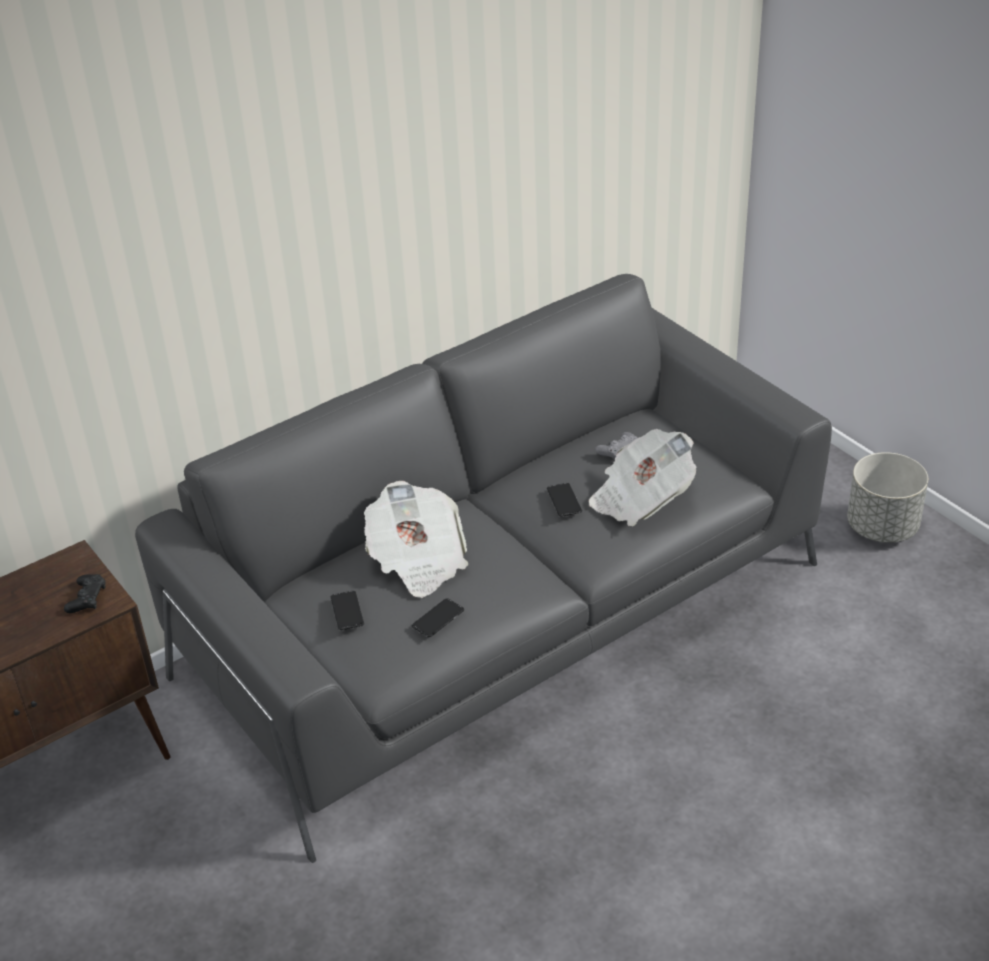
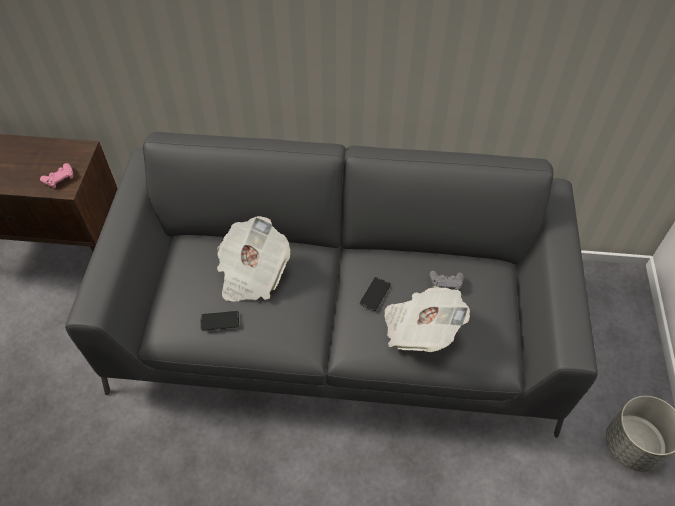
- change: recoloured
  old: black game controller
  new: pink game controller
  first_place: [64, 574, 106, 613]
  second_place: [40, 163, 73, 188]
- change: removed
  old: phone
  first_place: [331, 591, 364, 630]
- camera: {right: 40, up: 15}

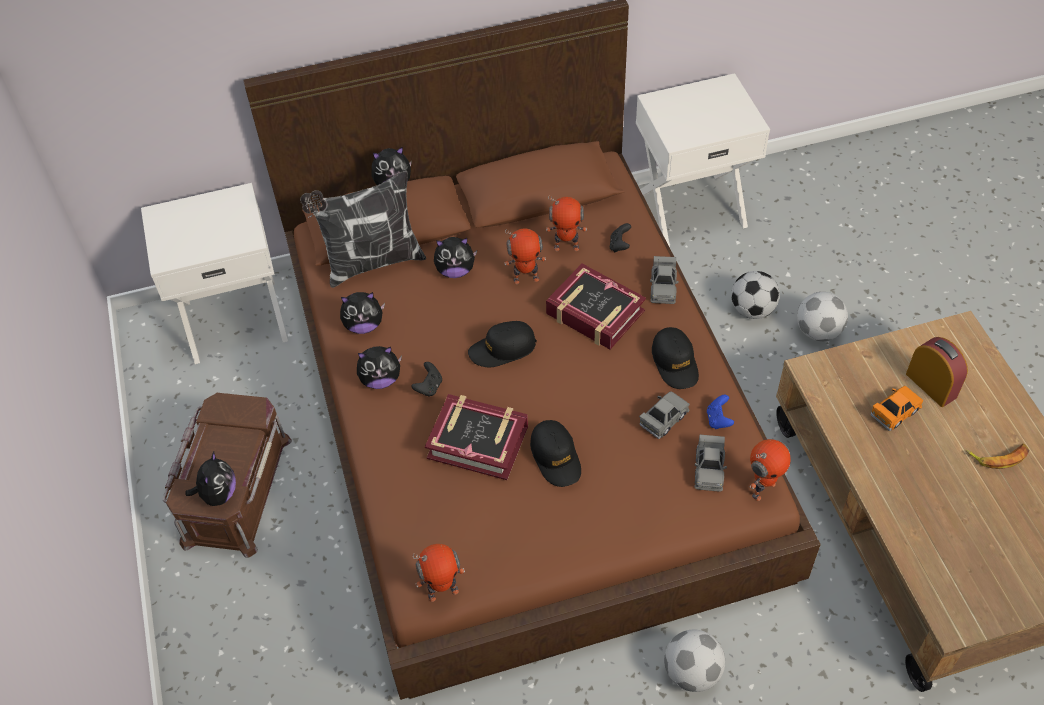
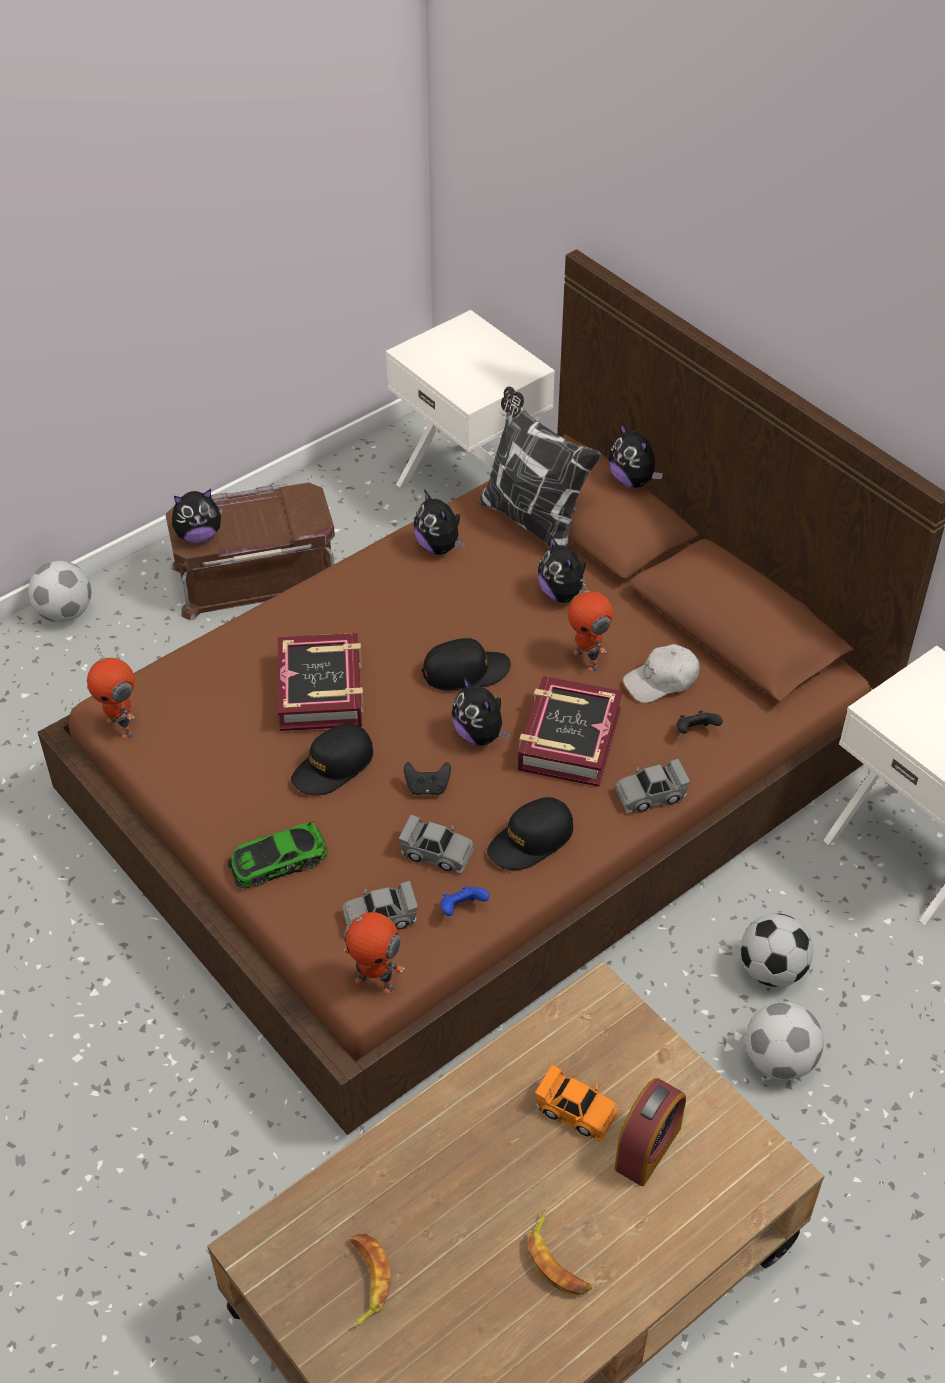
- change: moved
  old: football
  first_place: [664, 630, 725, 692]
  second_place: [28, 561, 91, 622]
- change: added
  new: toy car
  second_place: [228, 822, 328, 888]
- change: added
  new: banana
  second_place: [350, 1233, 390, 1329]
- change: moved
  old: black game controller
  first_place: [411, 362, 442, 397]
  second_place: [404, 762, 451, 795]
- change: turned
  old: black cap
  first_place: [468, 321, 537, 367]
  second_place: [422, 638, 511, 690]
  degrees: 120
- change: moved
  old: plush toy
  first_place: [357, 346, 402, 389]
  second_place: [452, 676, 510, 746]
- change: replaced
  old: toy robot
  new: white cap
  first_place: [546, 195, 587, 251]
  second_place: [623, 644, 700, 703]
- camera: {right: 65, up: -5}

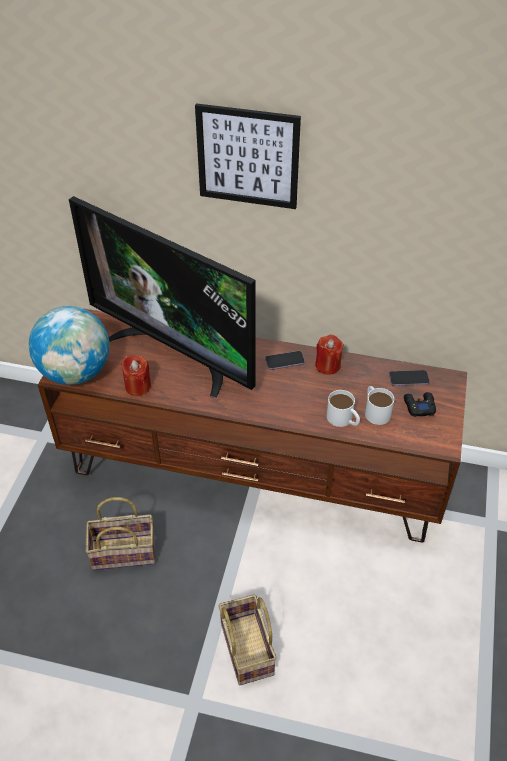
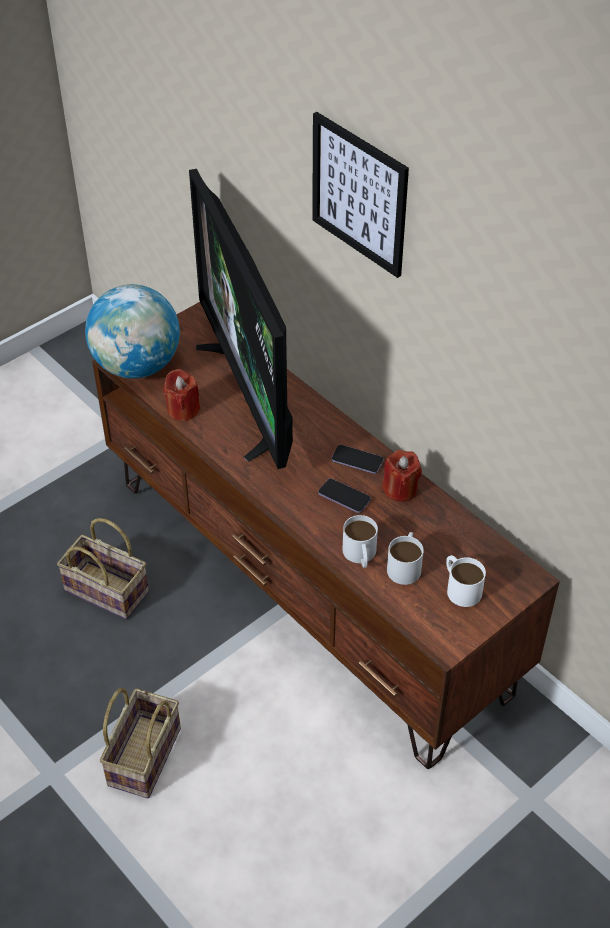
- change: moved
  old: phone
  first_place: [389, 370, 430, 386]
  second_place: [318, 478, 371, 513]
- change: replaced
  old: black game controller
  new: white mug
  first_place: [404, 392, 436, 417]
  second_place: [446, 555, 486, 607]
- camera: {right: 35, up: 0}

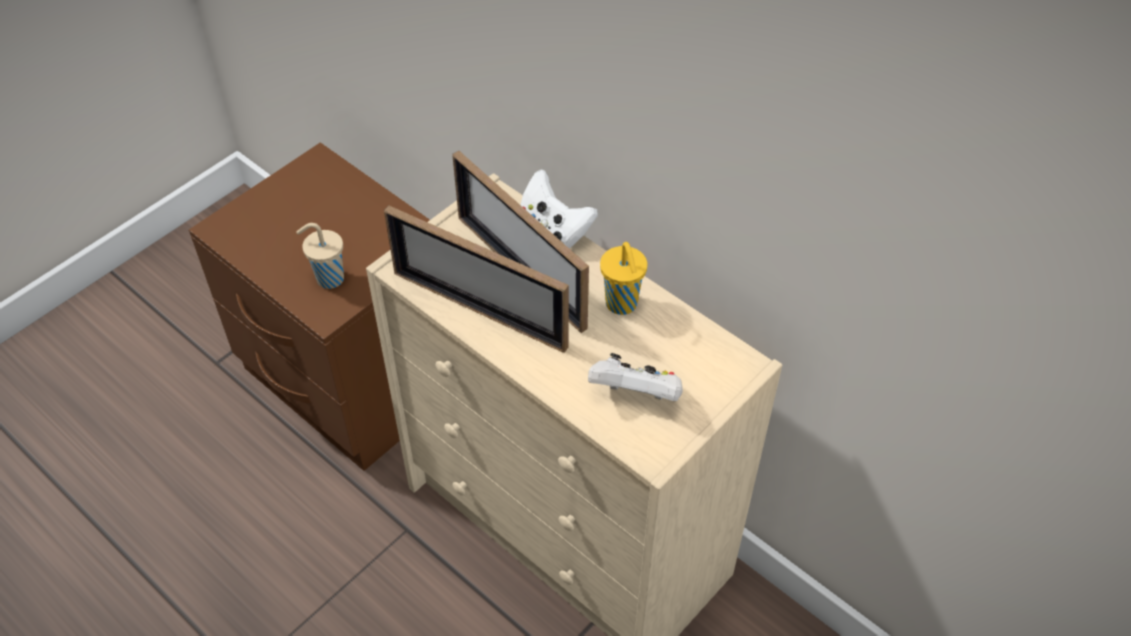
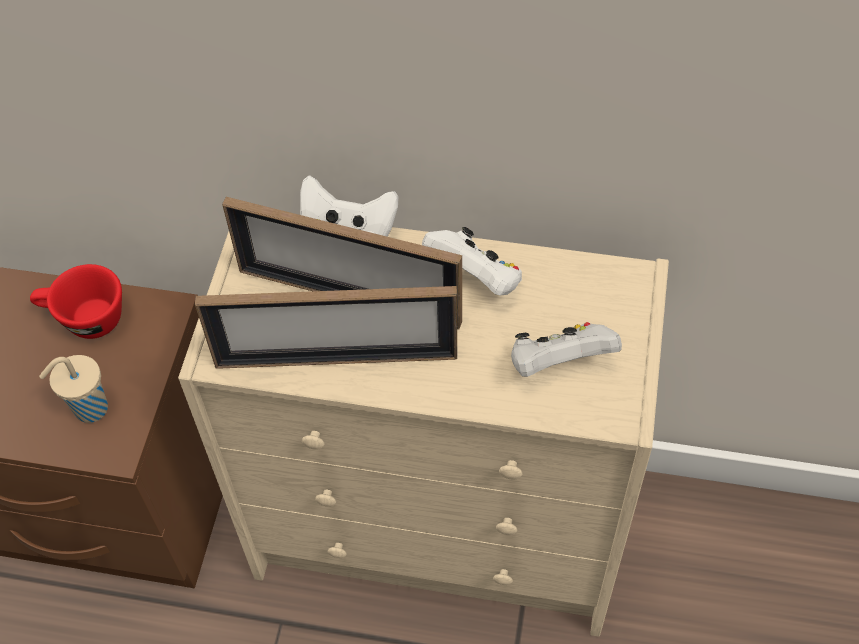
- change: added
  new: red cup
  second_place: [30, 264, 122, 339]
- change: replaced
  old: yellow cup
  new: white game controller
  first_place: [600, 242, 647, 315]
  second_place: [422, 227, 522, 295]
- camera: {right: -30, up: 5}

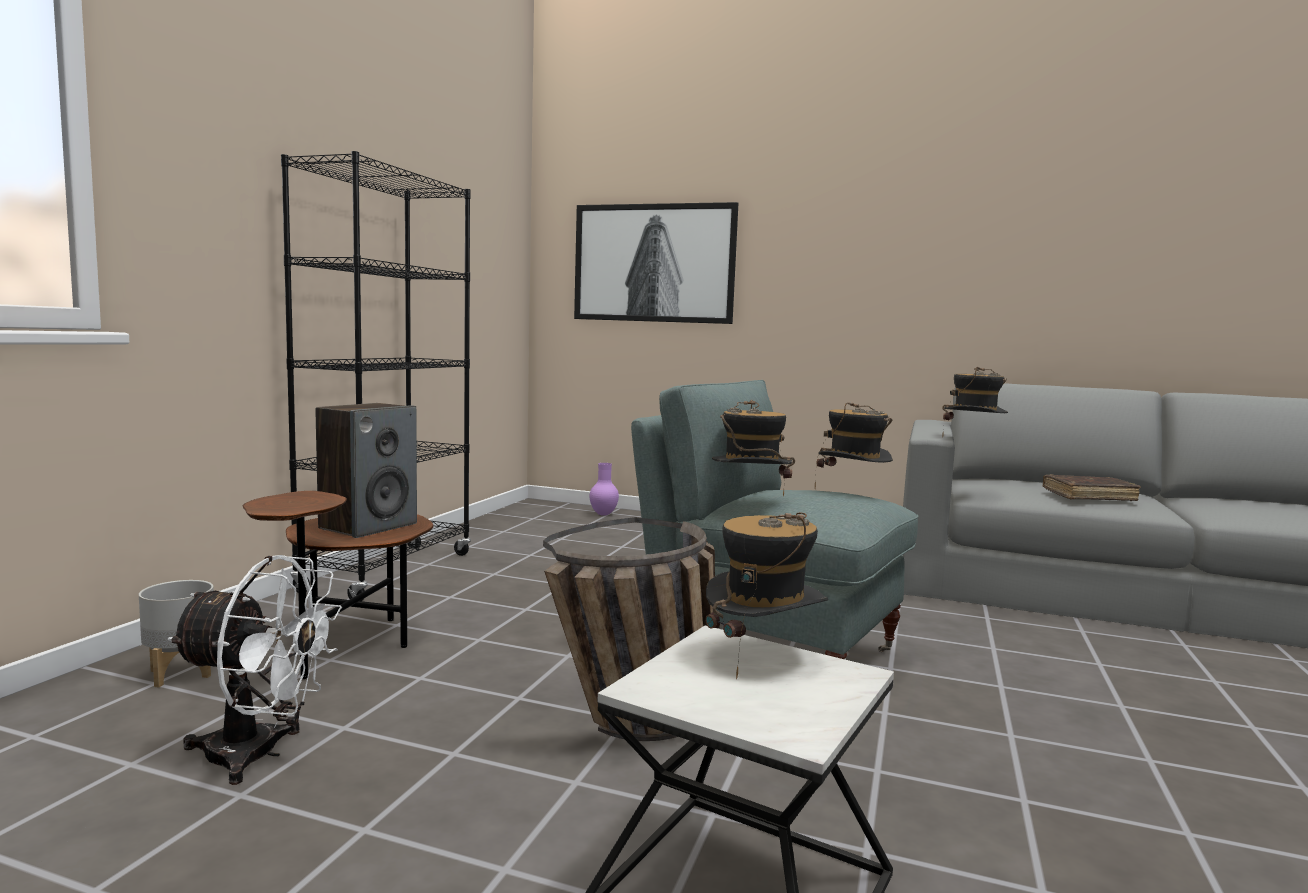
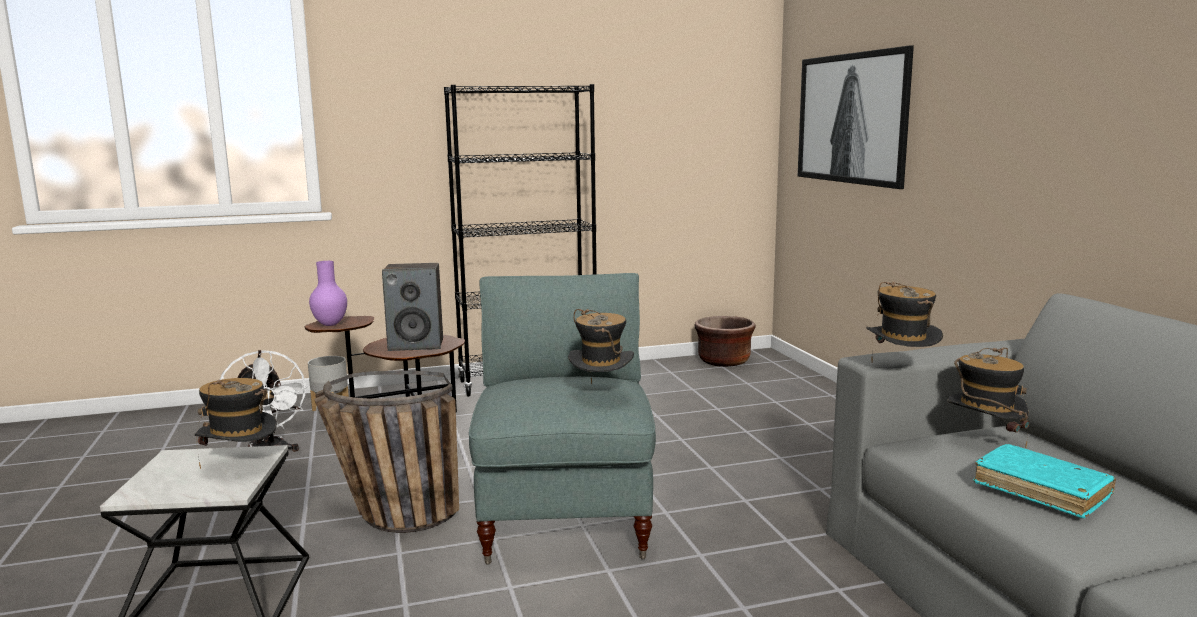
- change: moved
  old: purple vase
  first_place: [589, 463, 619, 516]
  second_place: [309, 261, 347, 326]
- change: added
  new: brown planter
  second_place: [695, 316, 756, 367]
- change: moved
  old: hat
  first_place: [712, 400, 795, 497]
  second_place: [947, 348, 1029, 449]
- change: recoloured
  old: brown book
  new: turquoise book
  first_place: [1043, 474, 1141, 501]
  second_place: [973, 444, 1116, 518]
- camera: {right: 55, up: 5}

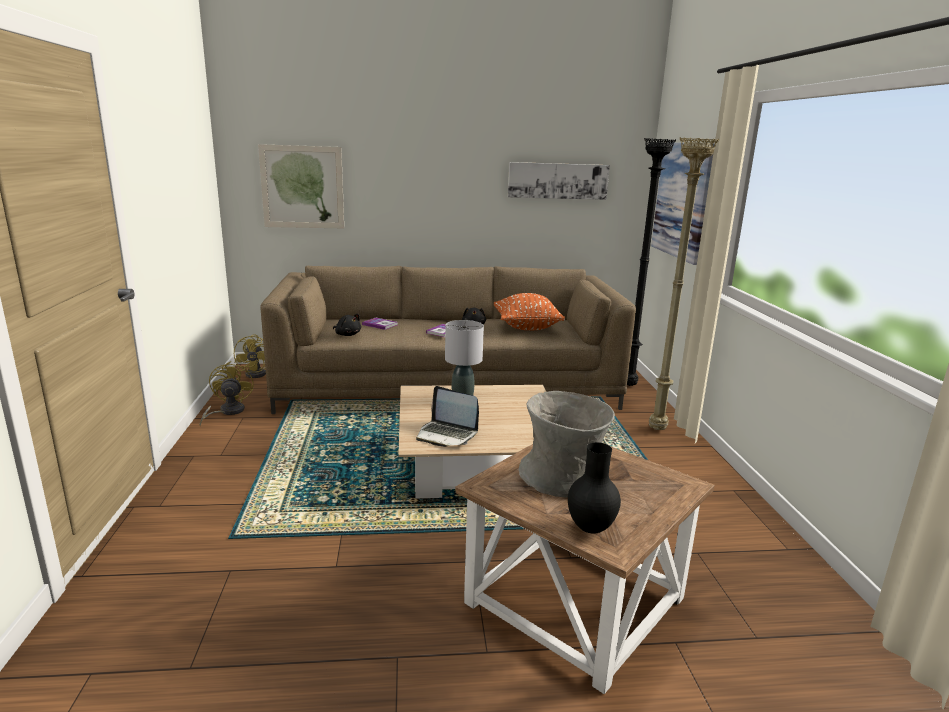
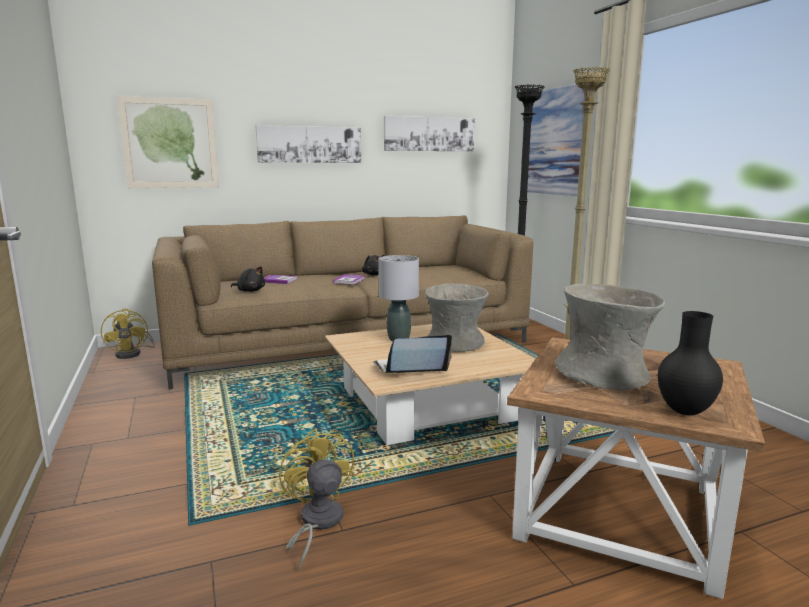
- change: added
  new: picture
  second_place: [255, 125, 361, 163]
- change: moved
  old: yellow fan
  first_place: [199, 361, 254, 427]
  second_place: [279, 428, 354, 570]
- change: turned
  old: laptop
  first_place: [416, 386, 479, 447]
  second_place: [373, 335, 452, 373]
  degrees: 150
- change: added
  new: grey vase
  second_place: [426, 283, 489, 352]
- change: removed
  old: orange pillow
  first_place: [494, 293, 565, 330]
- camera: {right: -15, up: -5}

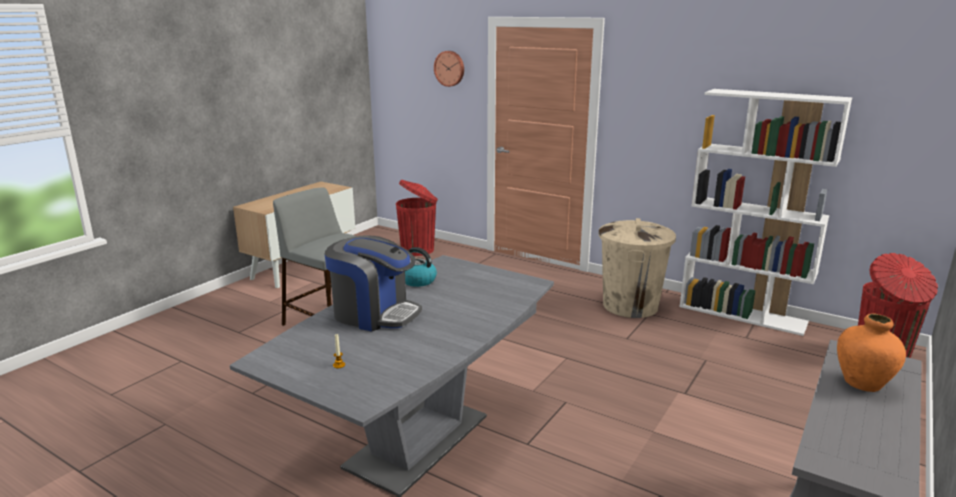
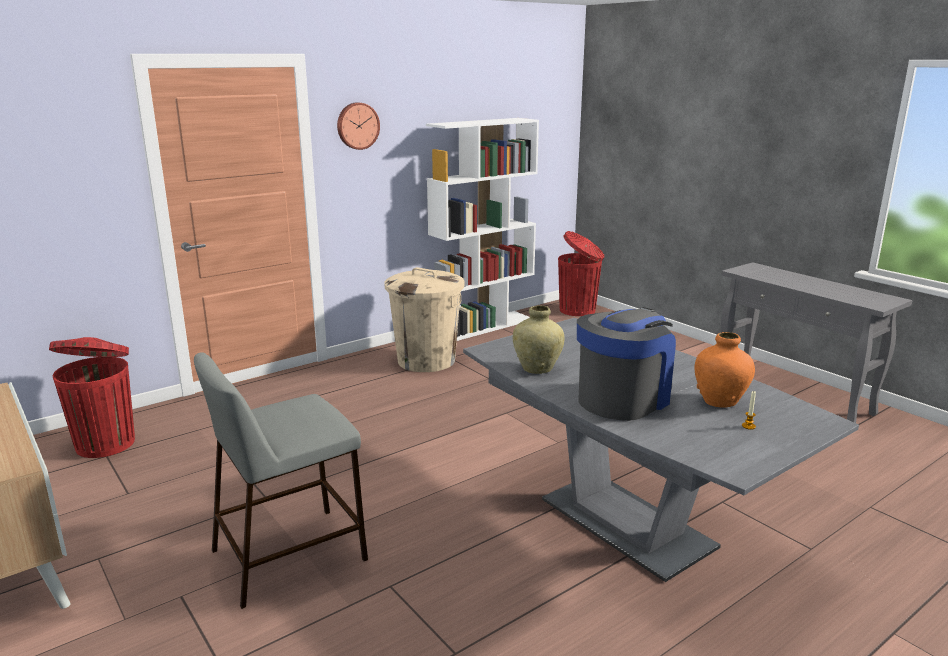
- change: moved
  old: wall clock
  first_place: [434, 51, 464, 87]
  second_place: [337, 102, 380, 150]
- change: replaced
  old: kettle
  new: beige vase
  first_place: [405, 247, 437, 287]
  second_place: [513, 305, 565, 374]
- change: moved
  old: orange vase
  first_place: [837, 313, 906, 392]
  second_place: [694, 332, 755, 408]
- camera: {right: -70, up: 0}

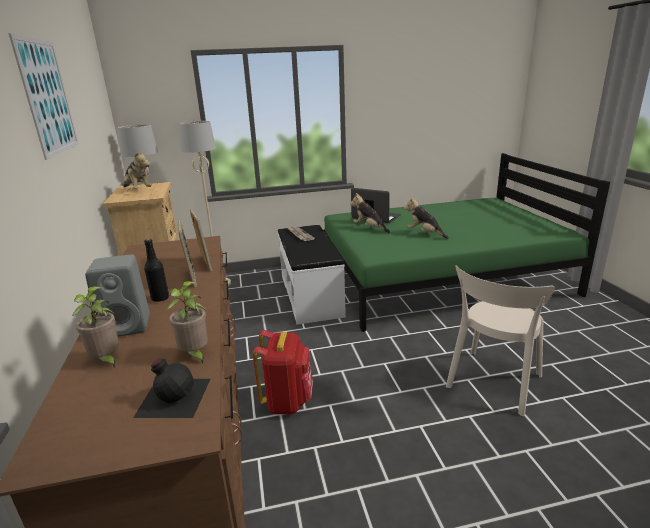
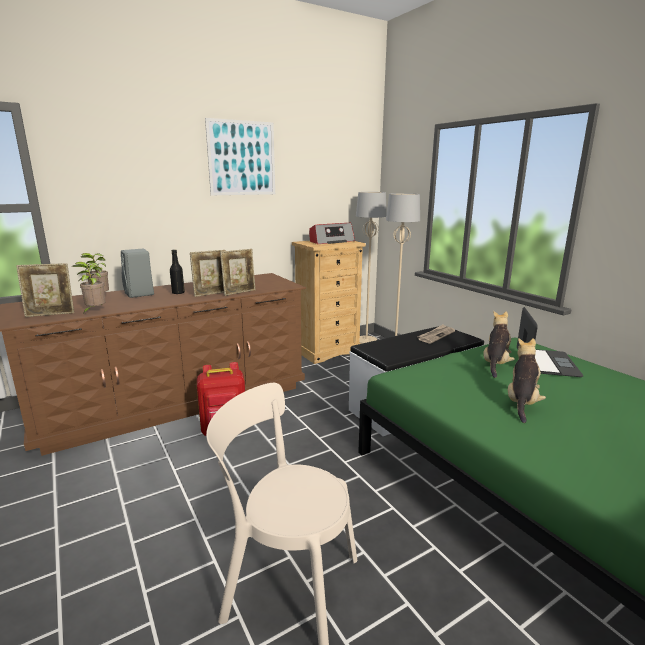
- change: replaced
  old: black bottle
  new: picture frame
  first_place: [133, 358, 210, 418]
  second_place: [16, 263, 74, 317]
- change: replaced
  old: plush toy
  new: radio
  first_place: [121, 149, 152, 189]
  second_place: [309, 223, 355, 244]
- camera: {right: 70, up: -5}

